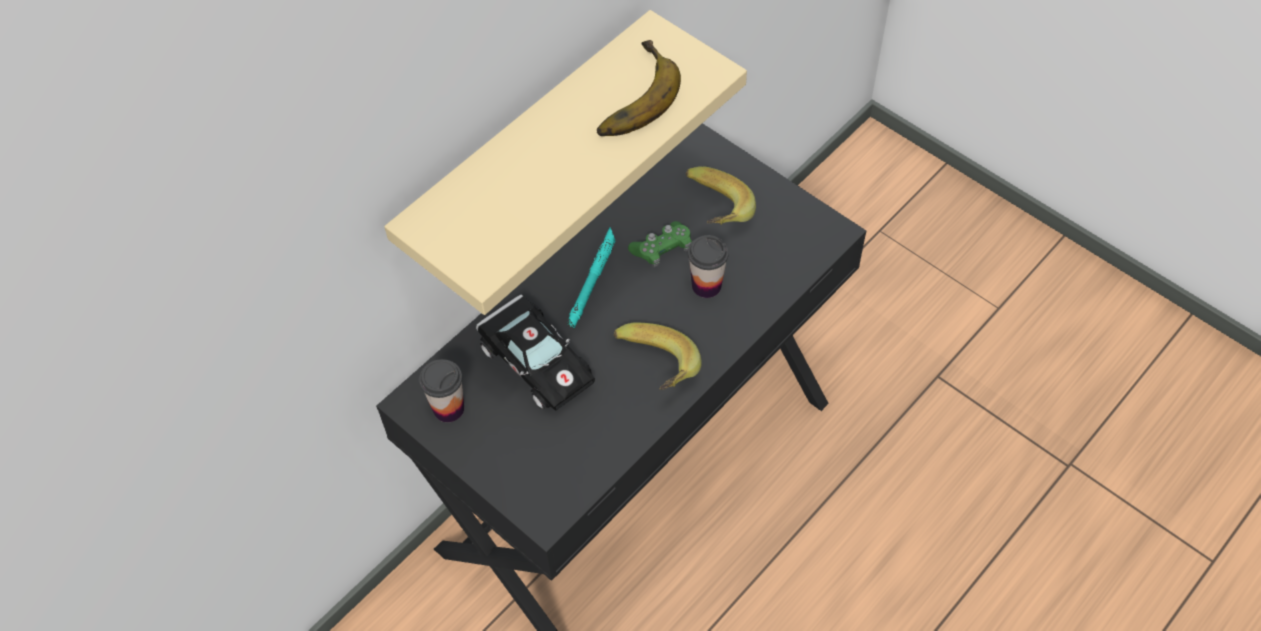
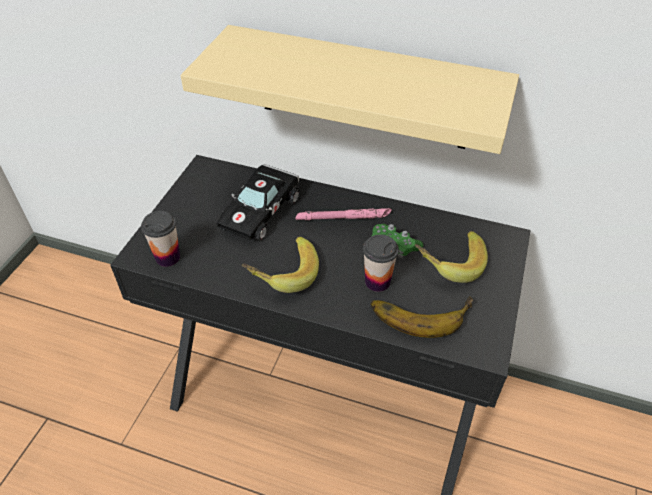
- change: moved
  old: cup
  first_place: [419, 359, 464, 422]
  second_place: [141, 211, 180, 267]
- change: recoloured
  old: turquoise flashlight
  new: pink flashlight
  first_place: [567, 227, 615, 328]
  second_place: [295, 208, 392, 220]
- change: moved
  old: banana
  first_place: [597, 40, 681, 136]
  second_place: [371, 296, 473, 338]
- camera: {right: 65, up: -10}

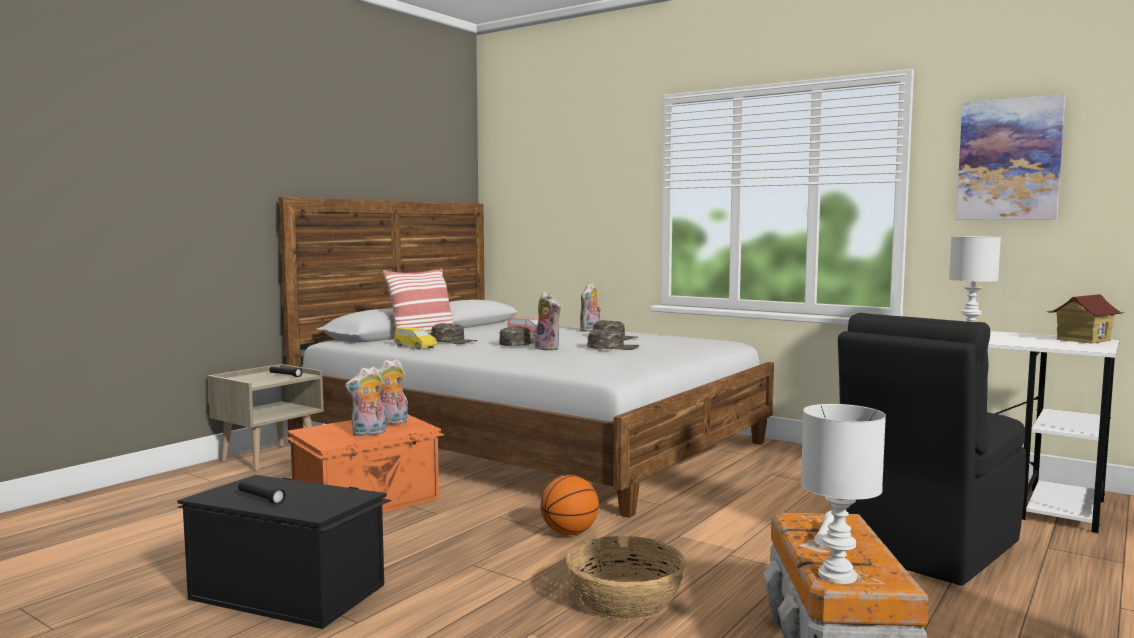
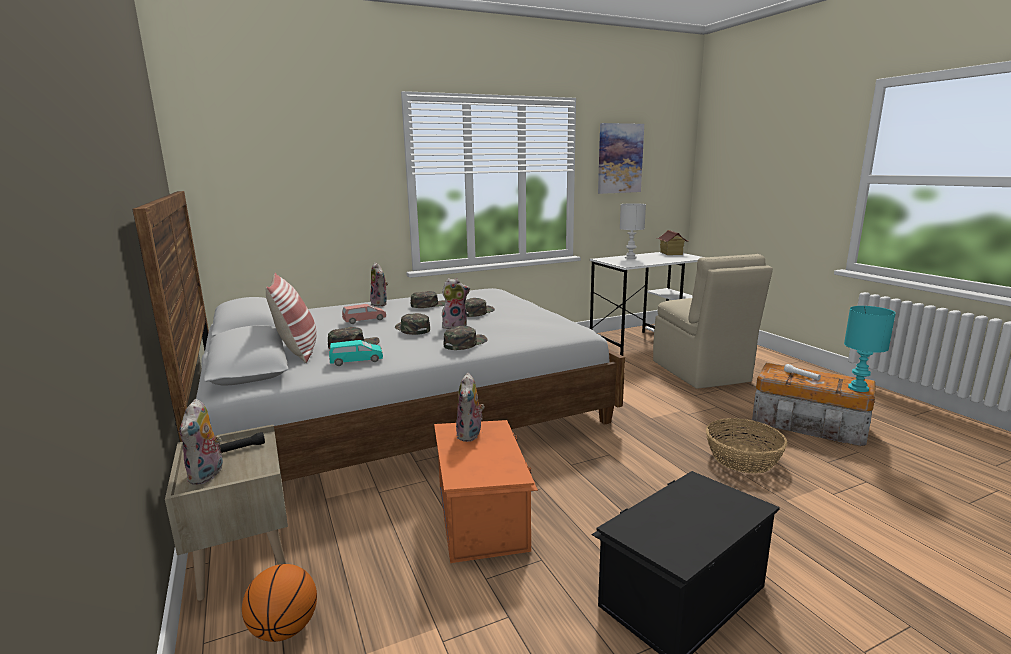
- change: moved
  old: plush toy
  first_place: [345, 366, 386, 437]
  second_place: [180, 399, 225, 485]
- change: moved
  old: basketball
  first_place: [540, 475, 599, 535]
  second_place: [242, 564, 317, 642]
- change: recoloured
  old: yellow toy car
  new: turquoise toy car
  first_place: [394, 327, 437, 350]
  second_place: [329, 340, 383, 366]
- change: added
  new: green cap
  second_place: [443, 326, 488, 350]
- change: recoloured
  old: black chair
  new: beige chair
  first_place: [838, 313, 1026, 586]
  second_place: [653, 254, 773, 389]
- change: recoloured
  old: white table lamp
  new: turquoise table lamp
  first_place: [801, 404, 886, 584]
  second_place: [844, 306, 896, 392]
- change: removed
  old: black flashlight
  first_place: [238, 481, 286, 504]
- camera: {right: -60, up: 10}

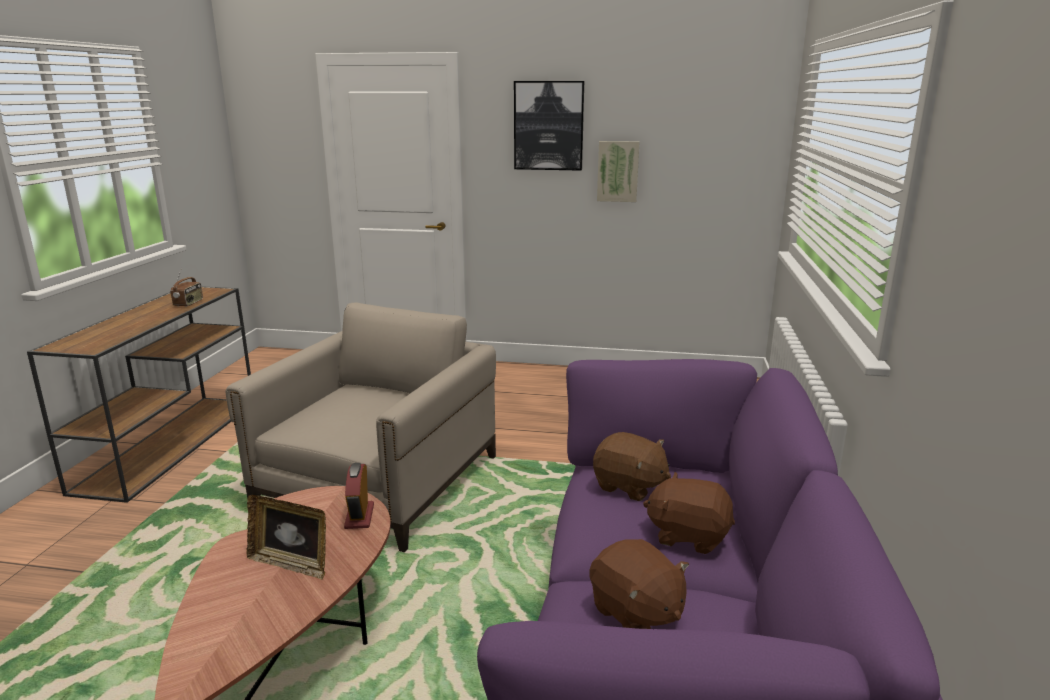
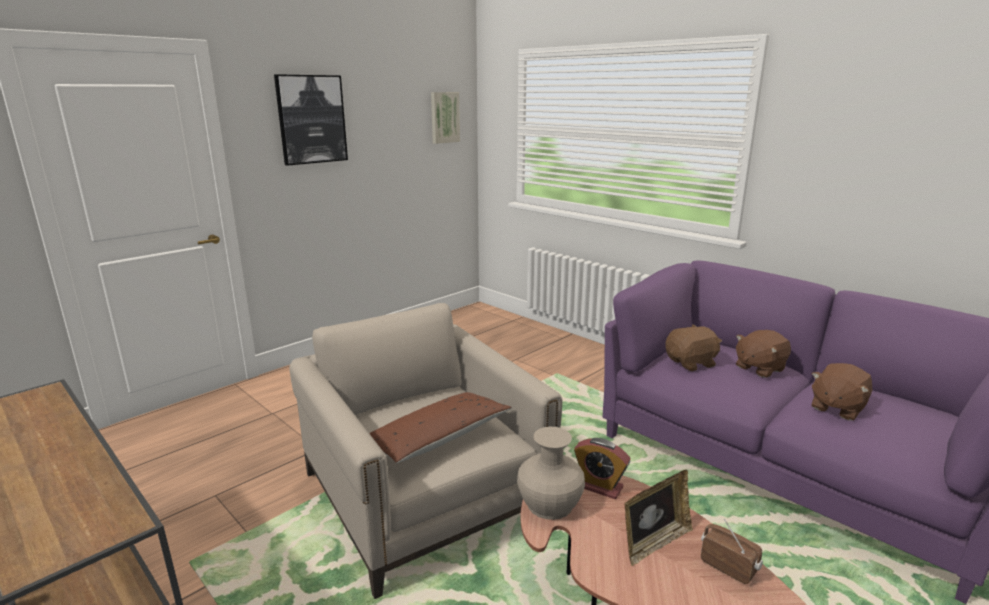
- change: added
  new: brown pillow
  second_place: [369, 392, 512, 463]
- change: moved
  old: picture
  first_place: [597, 141, 640, 202]
  second_place: [431, 92, 460, 144]
- change: added
  new: beige vase
  second_place: [517, 427, 585, 520]
- change: moved
  old: radio
  first_place: [170, 268, 203, 307]
  second_place: [701, 519, 763, 584]
- change: turned
  old: brown plush toy
  first_place: [589, 539, 689, 629]
  second_place: [812, 363, 872, 421]
  degrees: 135
- camera: {right: -55, up: 0}

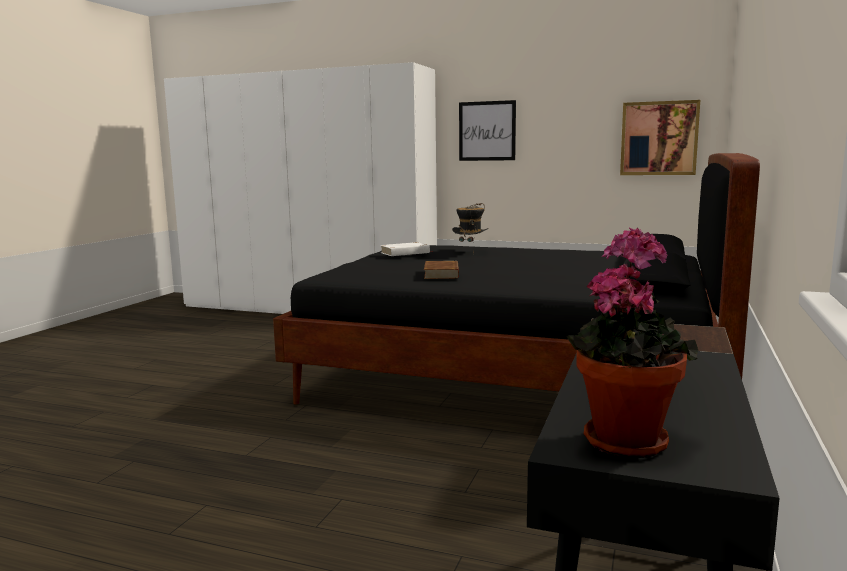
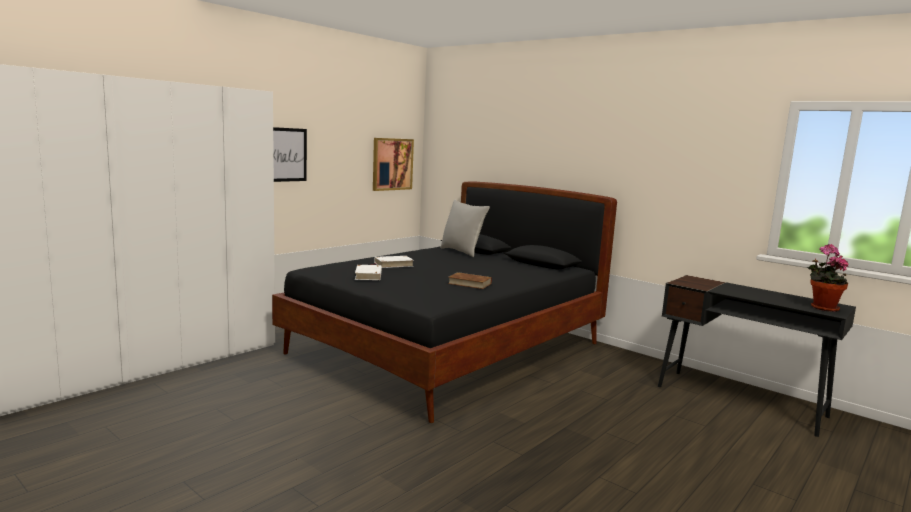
- change: replaced
  old: hat
  new: white book
  first_place: [452, 203, 489, 254]
  second_place: [370, 256, 414, 268]
- change: added
  new: grey pillow
  second_place: [440, 199, 490, 257]
- camera: {right: -70, up: 0}

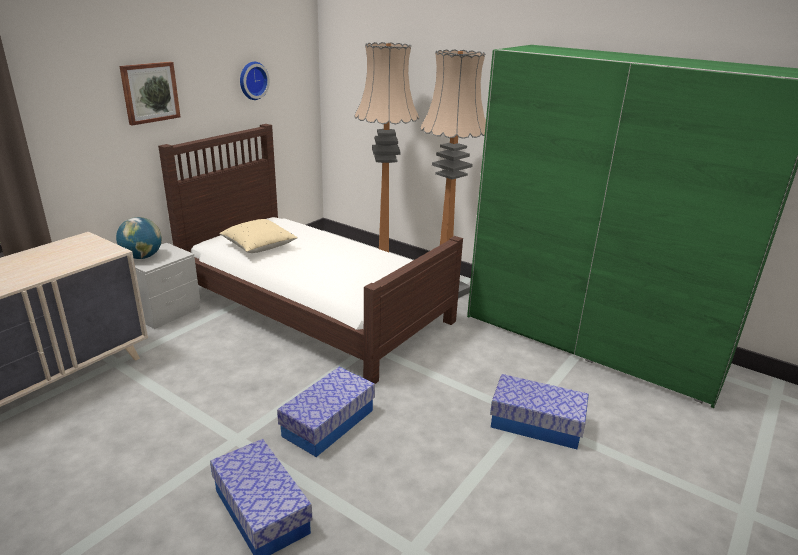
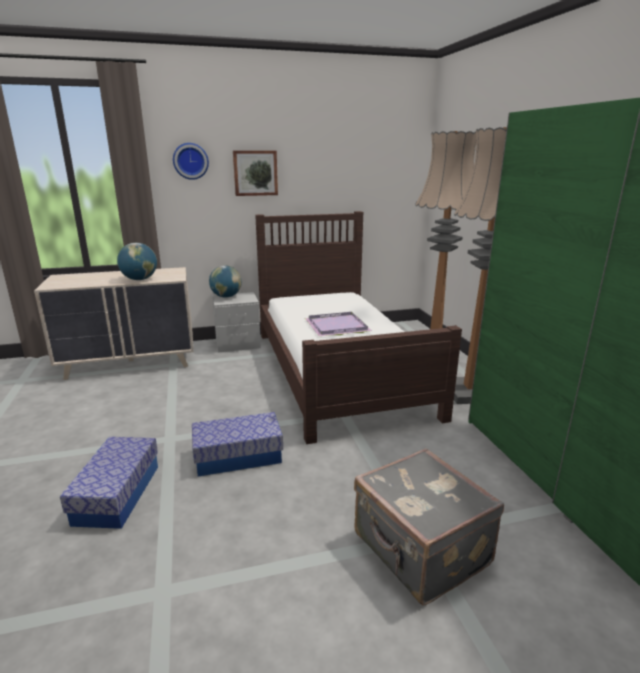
- change: added
  new: globe
  second_place: [117, 243, 157, 280]
- change: moved
  old: wall clock
  first_place: [240, 62, 270, 100]
  second_place: [173, 143, 209, 180]
- change: added
  new: purple tray
  second_place: [305, 312, 372, 336]
- change: replaced
  old: storage box
  new: grey suitcase
  first_place: [490, 374, 589, 449]
  second_place: [354, 448, 504, 606]
- change: removed
  old: beige pillow
  first_place: [219, 219, 298, 253]
- camera: {right: 40, up: -5}

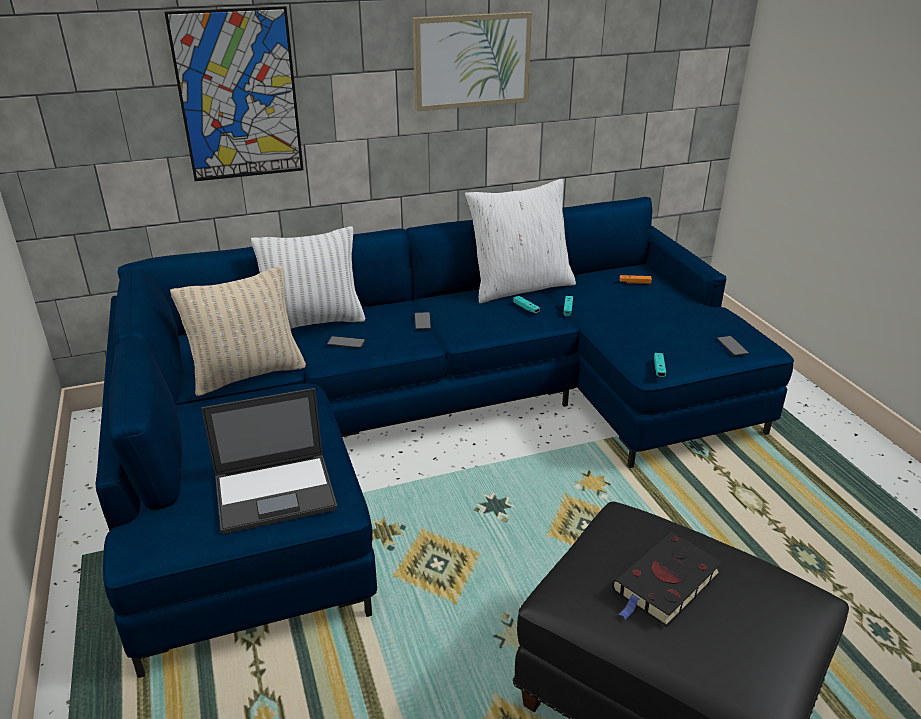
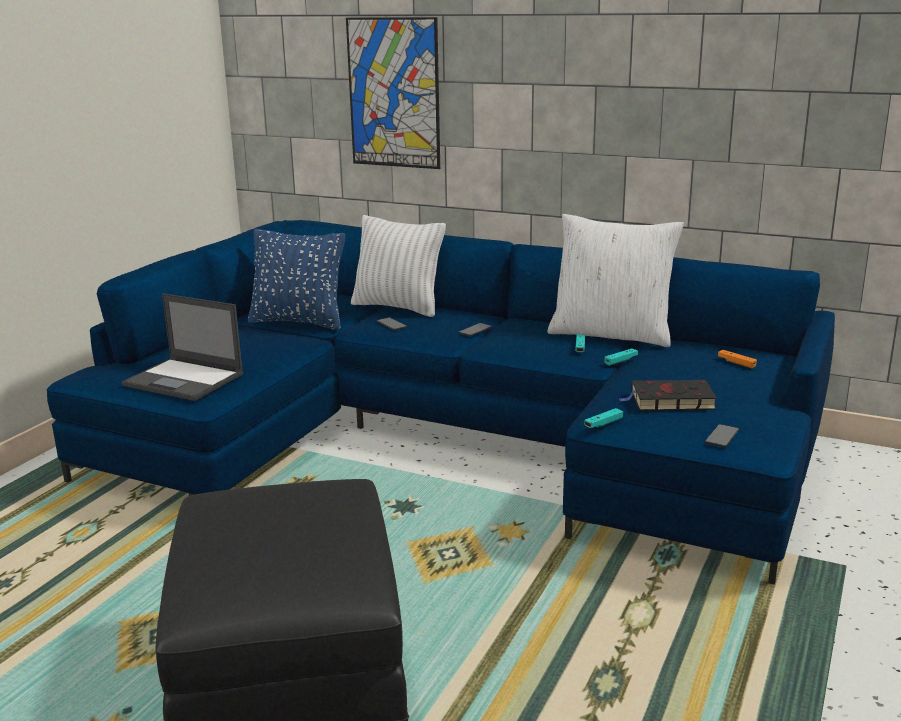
- change: recoloured
  old: beige pillow
  new: blue pillow
  first_place: [170, 266, 306, 396]
  second_place: [248, 229, 345, 330]
- change: moved
  old: black book
  first_place: [612, 532, 723, 627]
  second_place: [619, 380, 717, 411]
- change: removed
  old: picture
  first_place: [413, 12, 532, 111]
- camera: {right: 45, up: -10}

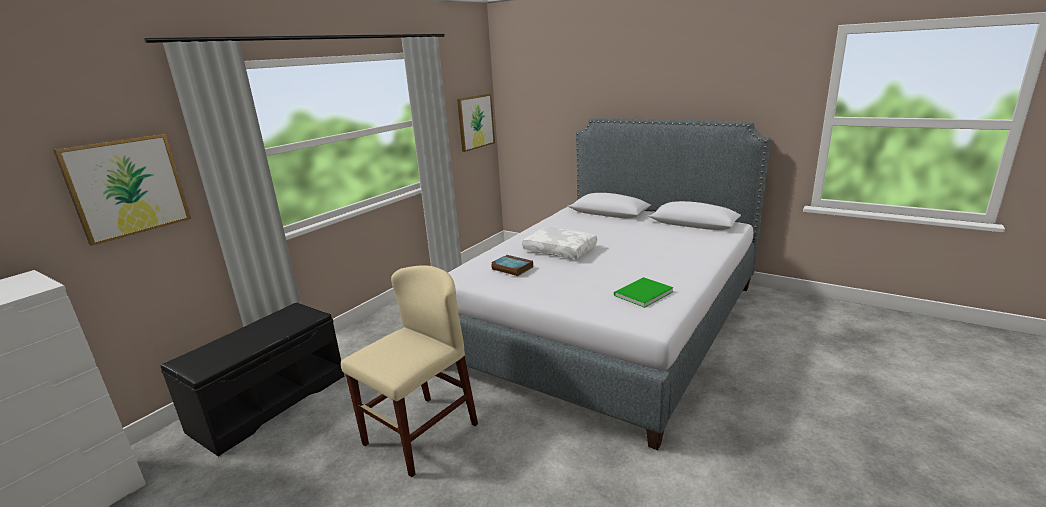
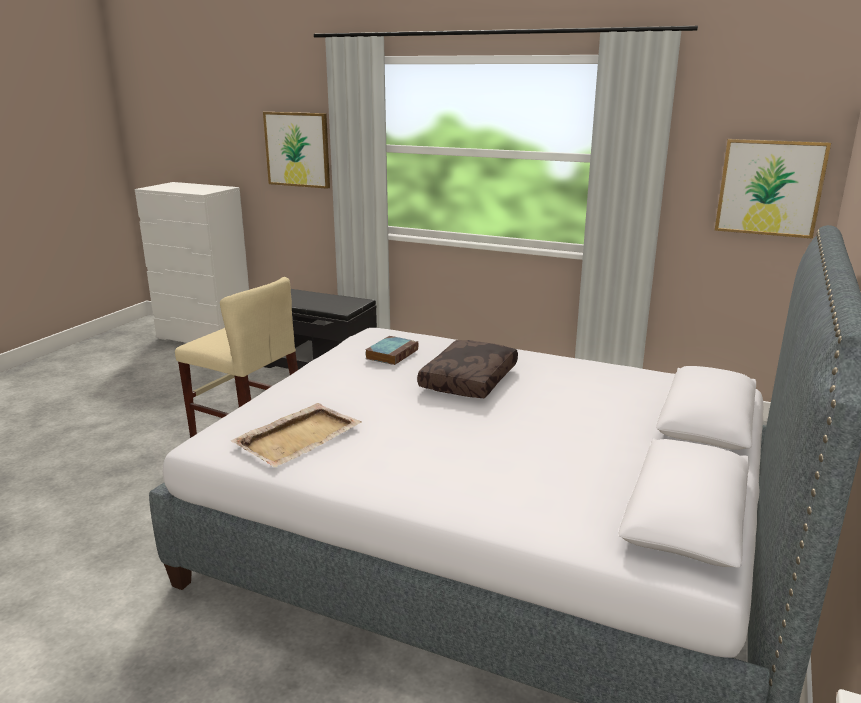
- change: replaced
  old: green book
  new: beige tray
  first_place: [614, 277, 674, 308]
  second_place: [231, 403, 361, 467]
- change: recoloured
  old: white pillow
  new: brown pillow
  first_place: [522, 227, 597, 259]
  second_place: [417, 340, 518, 398]
- camera: {right: 80, up: 0}

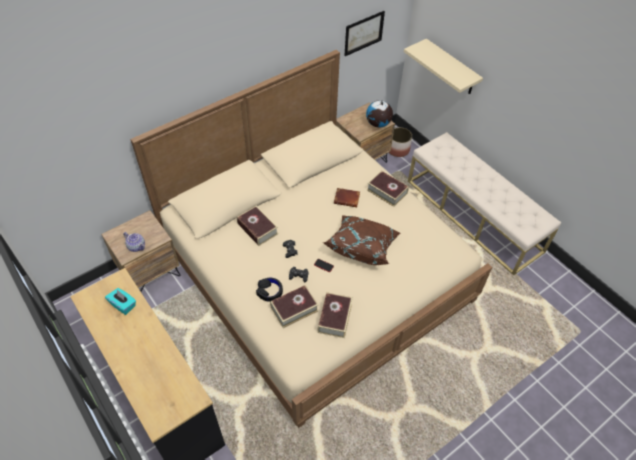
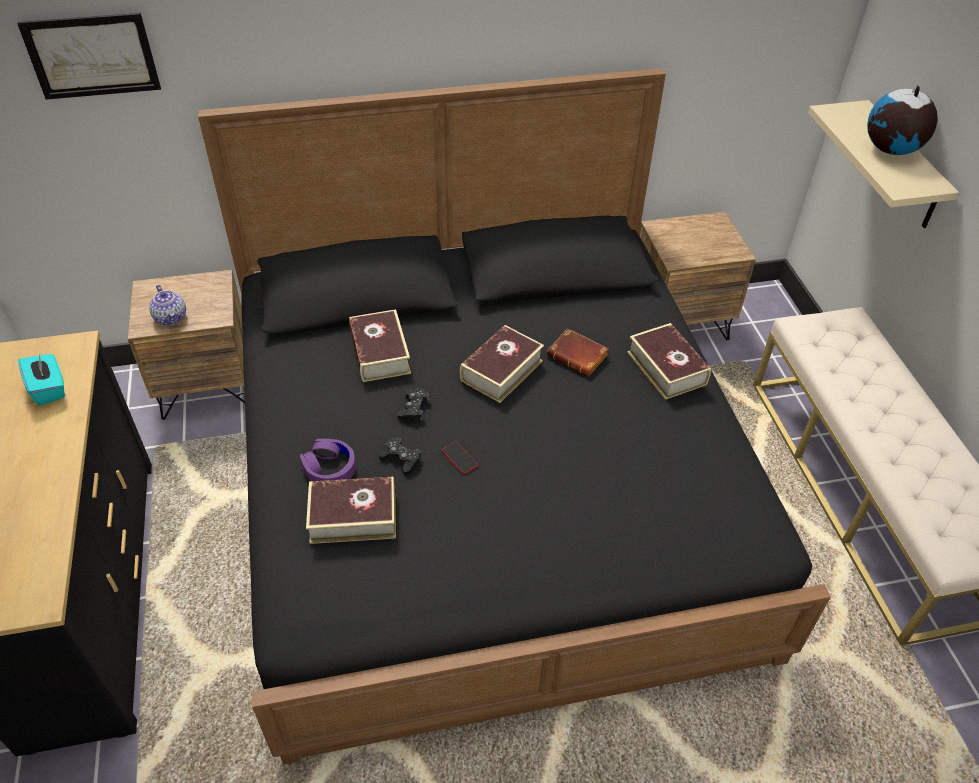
- change: moved
  old: picture
  first_place: [344, 11, 385, 56]
  second_place: [17, 13, 161, 100]
- change: recoloured
  old: beige bed
  new: black bed
  first_place: [130, 50, 492, 428]
  second_place: [198, 68, 831, 764]
- change: recoloured
  old: black headphones
  new: purple headphones
  first_place: [256, 278, 283, 302]
  second_place: [300, 439, 356, 481]
- change: moved
  old: book
  first_place: [317, 292, 353, 338]
  second_place: [460, 325, 544, 403]
- change: moved
  old: globe
  first_place: [366, 100, 393, 128]
  second_place: [867, 85, 938, 155]
- change: removed
  old: brown pillow
  first_place: [323, 215, 400, 265]
- change: removed
  old: planter
  first_place: [389, 127, 412, 157]
- camera: {right: 25, up: -5}

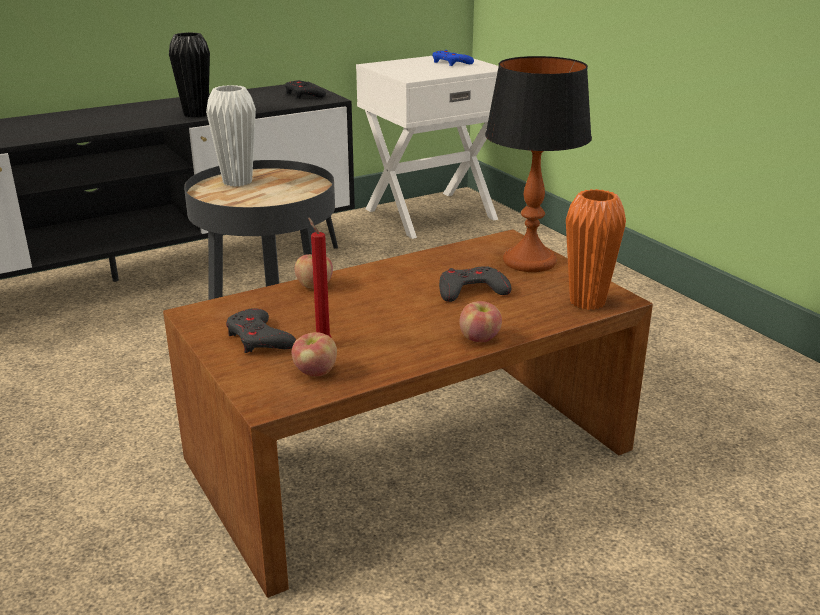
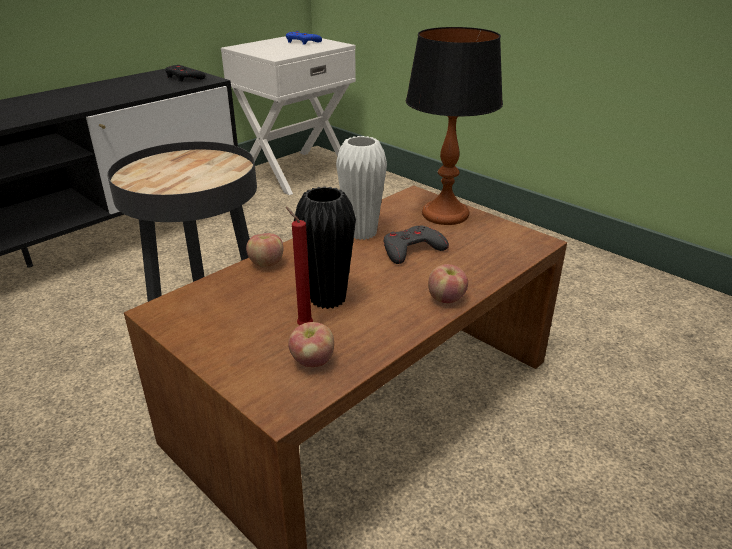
- change: moved
  old: black vase
  first_place: [169, 32, 210, 118]
  second_place: [294, 186, 356, 309]
- change: moved
  old: white vase
  first_place: [206, 85, 256, 187]
  second_place: [336, 136, 387, 240]
- change: removed
  old: grey game controller
  first_place: [226, 308, 296, 353]
- change: removed
  old: orange vase
  first_place: [566, 189, 626, 310]
- camera: {right: -15, up: 5}

